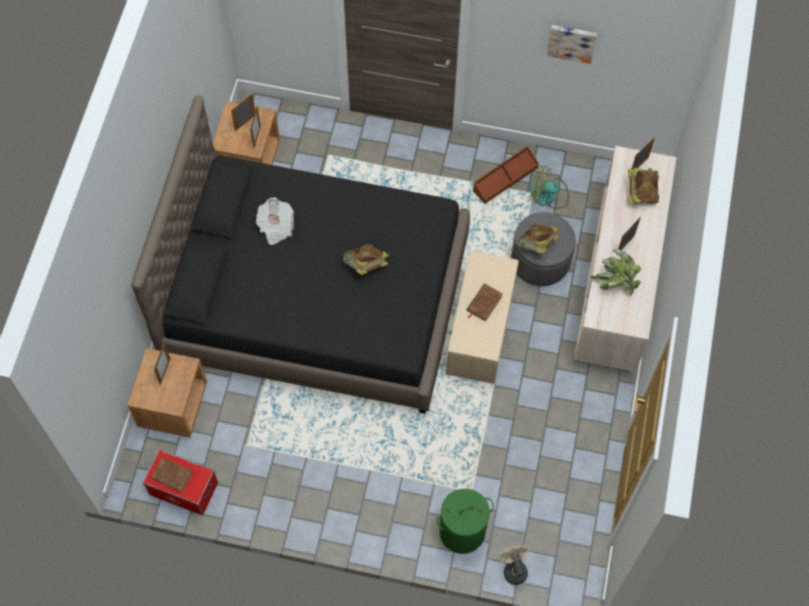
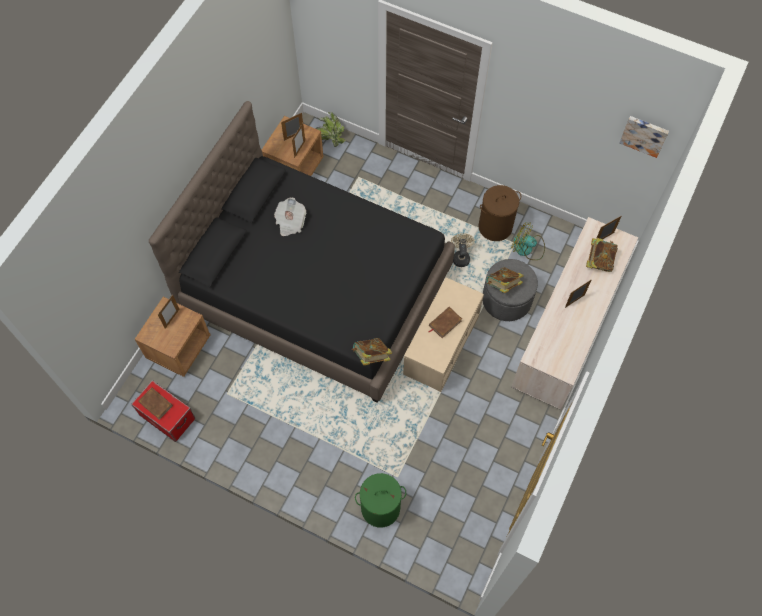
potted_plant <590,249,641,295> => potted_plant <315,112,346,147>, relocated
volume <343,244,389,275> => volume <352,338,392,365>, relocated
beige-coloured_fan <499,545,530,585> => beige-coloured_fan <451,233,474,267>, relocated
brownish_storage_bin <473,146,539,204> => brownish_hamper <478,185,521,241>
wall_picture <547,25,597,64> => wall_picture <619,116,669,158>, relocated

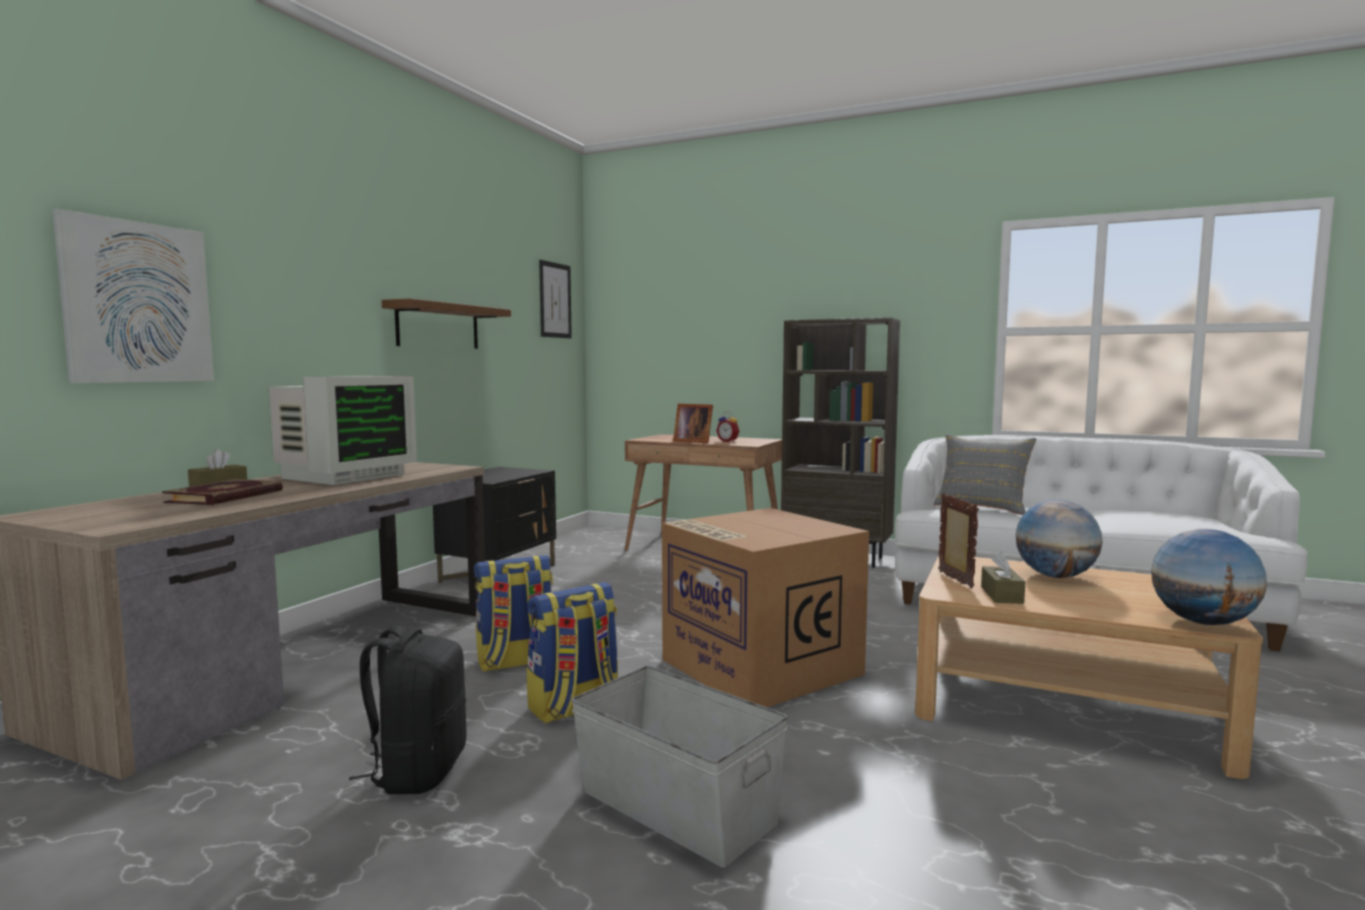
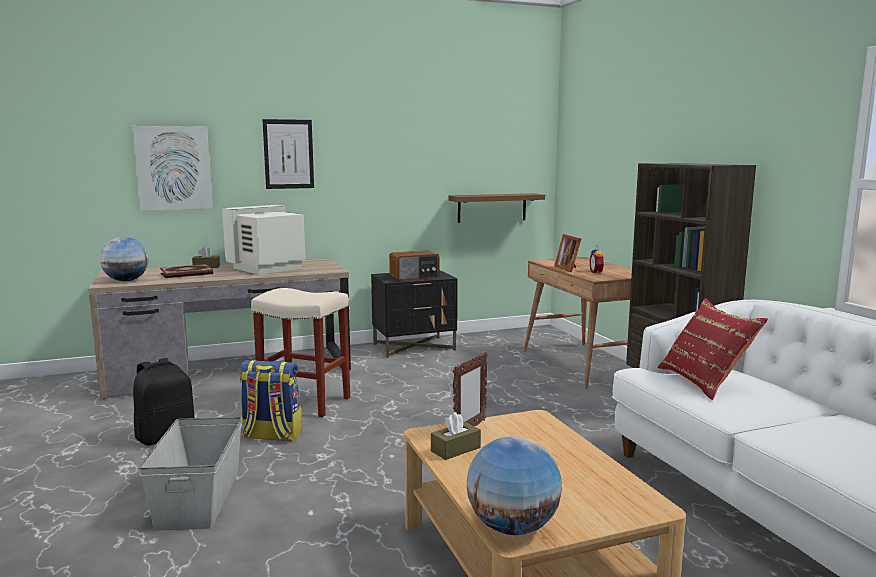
globe <1016,500,1103,578> => globe <100,237,149,281>, relocated
computer_screen <269,376,417,485> => computer_screen <222,205,306,275>, 150 degrees clockwise
backpack <474,555,553,672> => beige-coloured_stool <251,288,350,417>
wall_picture <539,260,572,338> => wall_picture <262,119,314,189>, relocated
nothing => radio_set <389,250,439,281>
brownish_wall_shelf <382,298,511,349> => brownish_wall_shelf <448,193,545,223>, relocated
greyish_pillow <934,434,1036,515> => red_pillow <658,298,768,400>
packing_box <662,508,869,707> => nothing

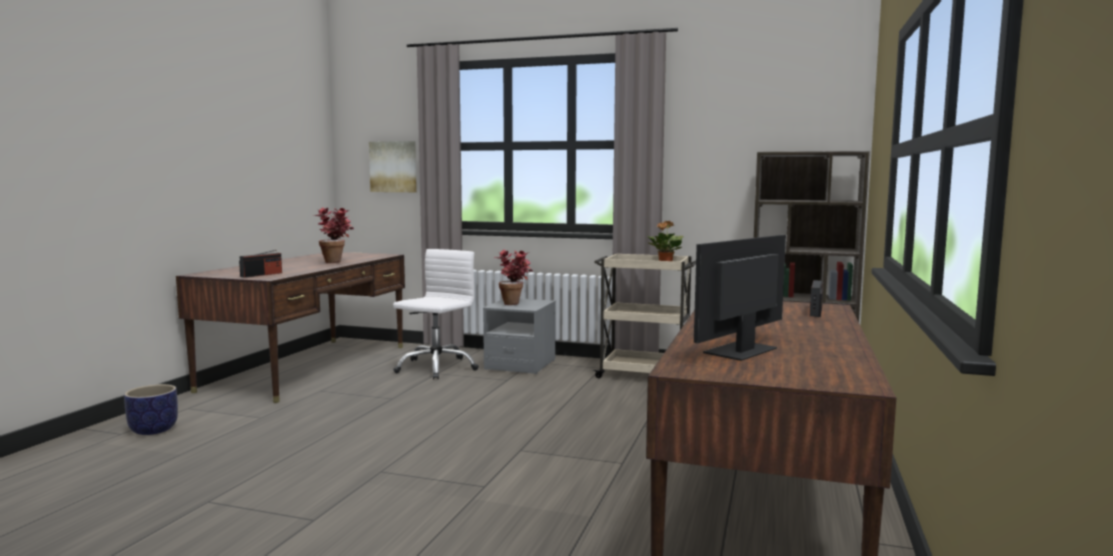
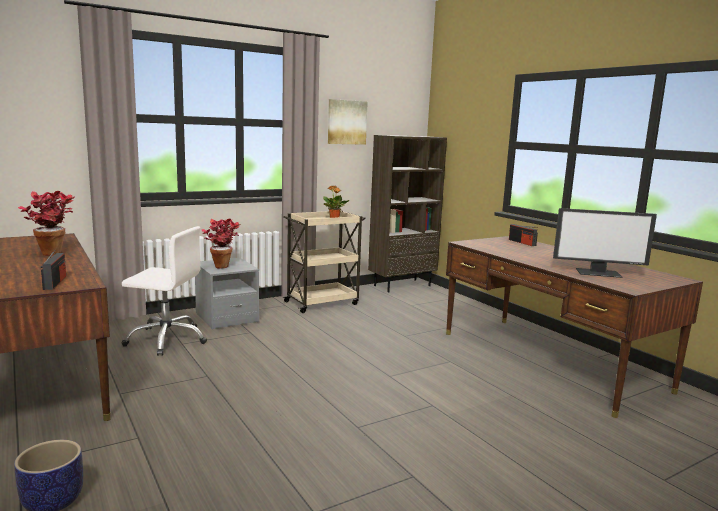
whitish_computer_chair <393,249,479,379> => whitish_computer_chair <121,226,207,356>, 120 degrees clockwise
wall_picture <369,141,417,192> => wall_picture <328,99,368,145>, relocated
computer_screen <694,235,786,361> => computer_screen <553,208,657,278>, 75 degrees counterclockwise

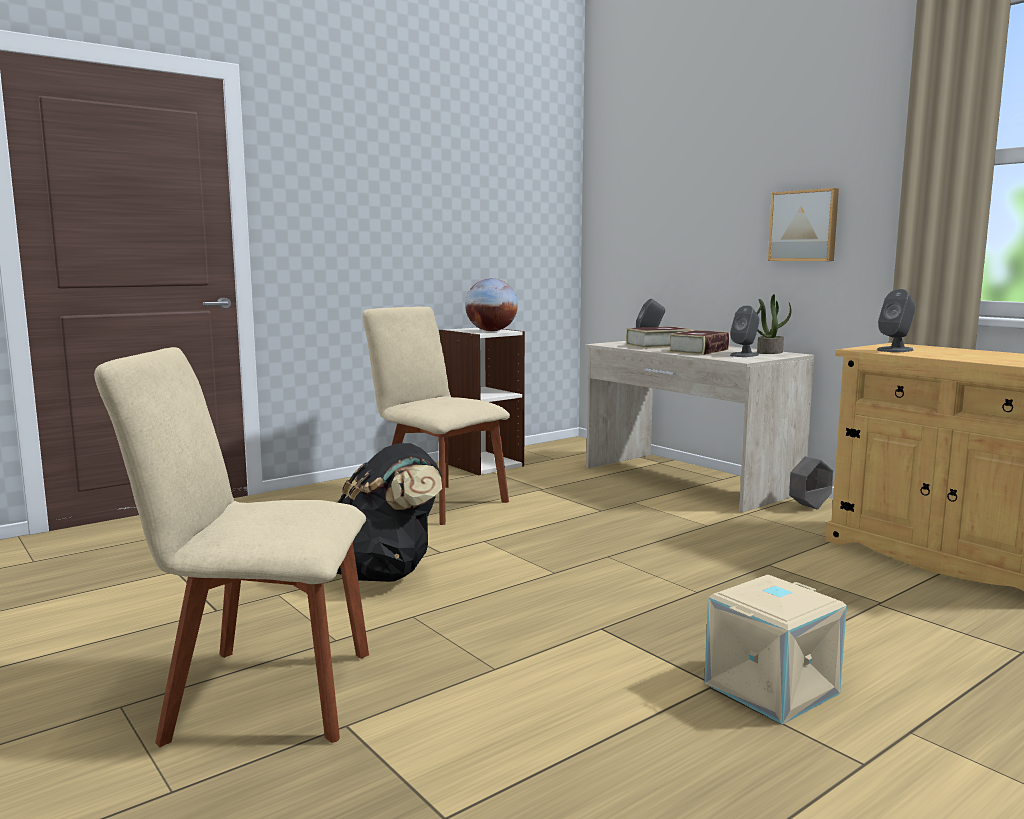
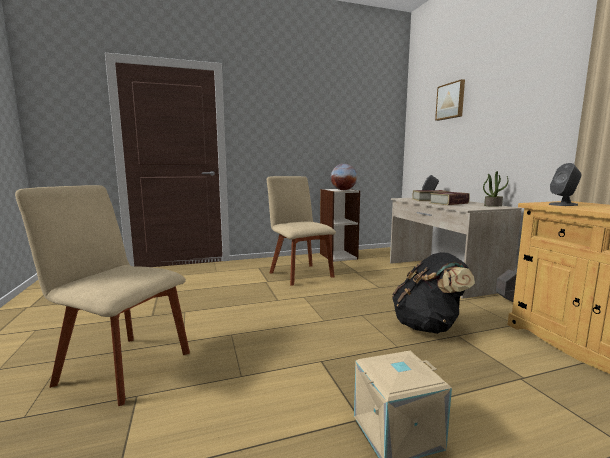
black_backpack <337,443,442,582> => black_backpack <392,252,475,334>, relocated
wall_picture <768,188,839,261> => wall_picture <435,79,465,121>, relocated
greyish_speaker <730,305,759,357> => nothing

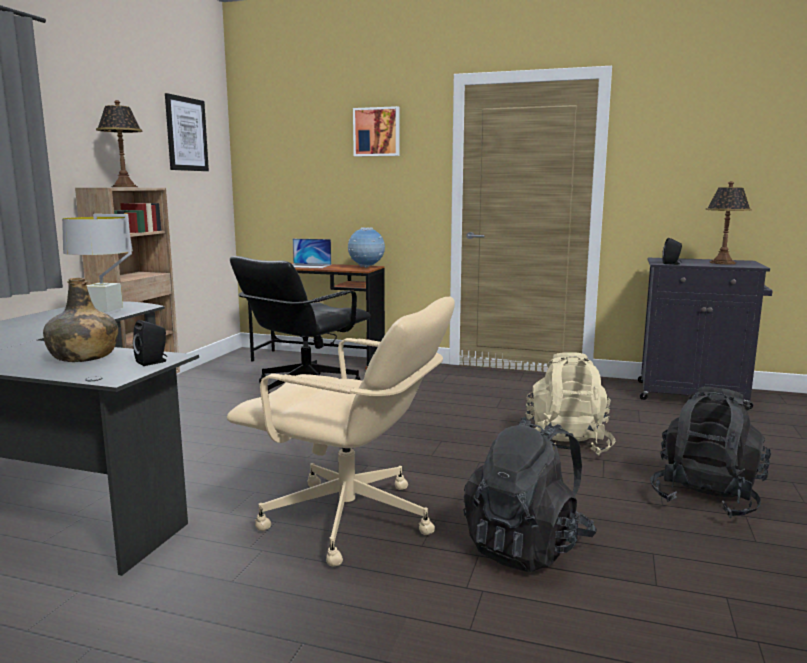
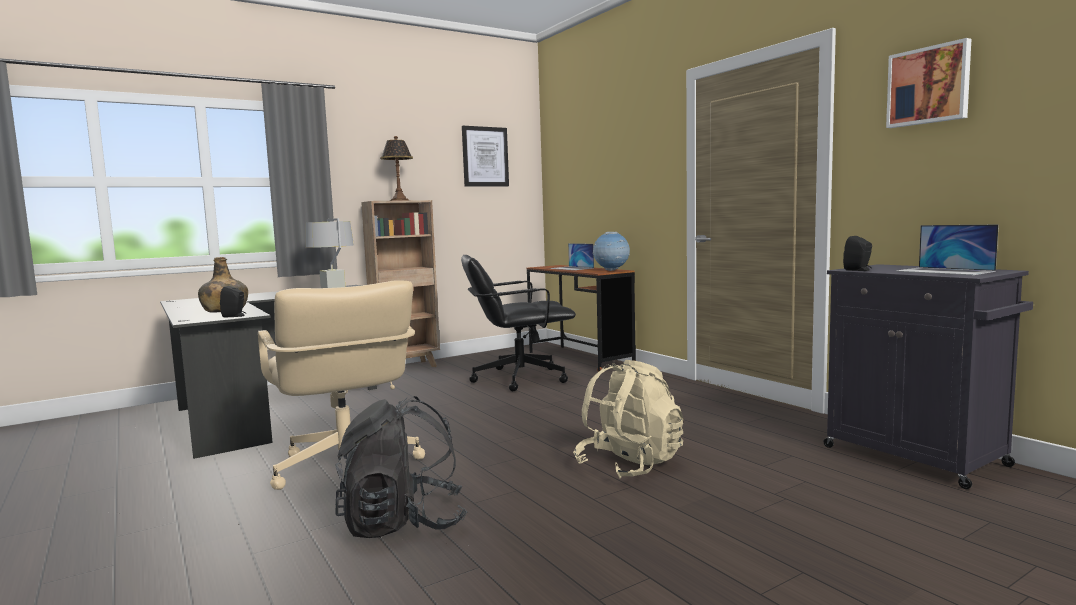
wall_picture <353,106,400,157> => wall_picture <886,38,971,128>, relocated
table_lamp <706,181,752,264> => laptop <895,225,999,275>
black_backpack <650,386,771,518> => nothing

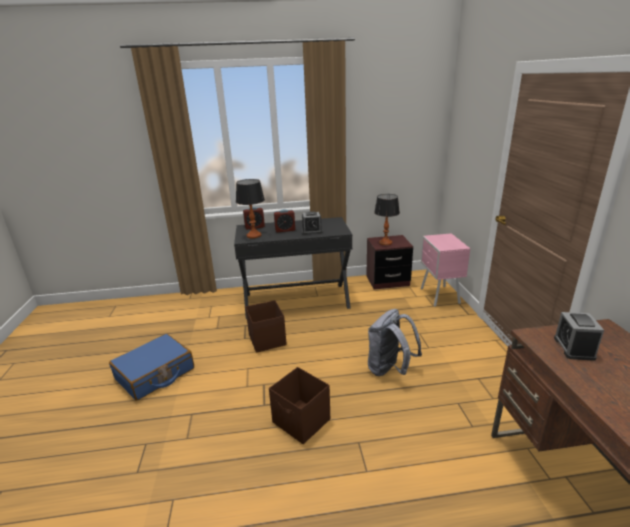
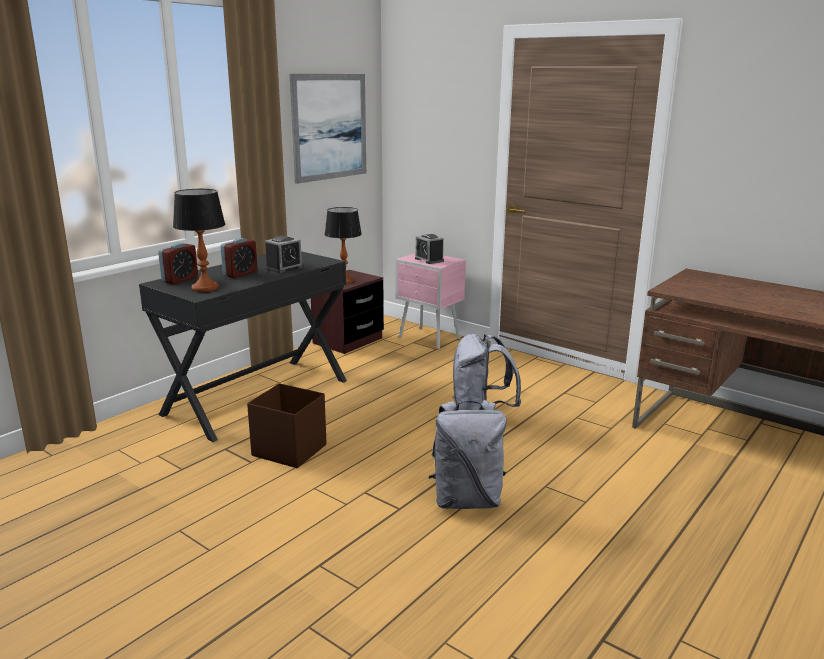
nothing => wall_picture <290,74,366,184>
alarm_clock <554,312,604,361> => alarm_clock <415,234,444,264>, relocated
brownish_storage_bin <269,367,330,444> => greyish_backpack <429,400,506,509>
blue_suitcase <109,334,194,401> => nothing

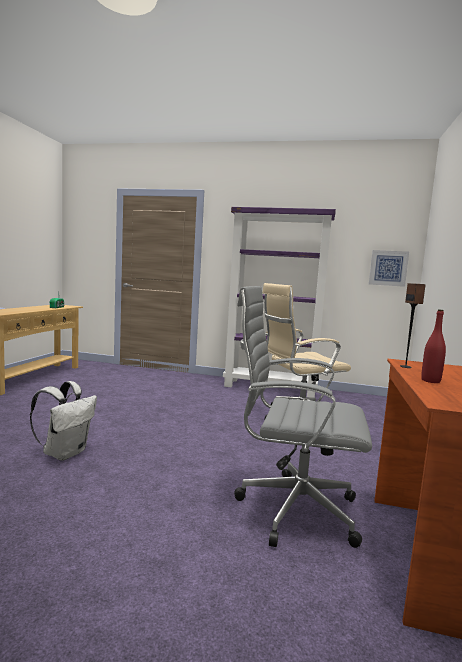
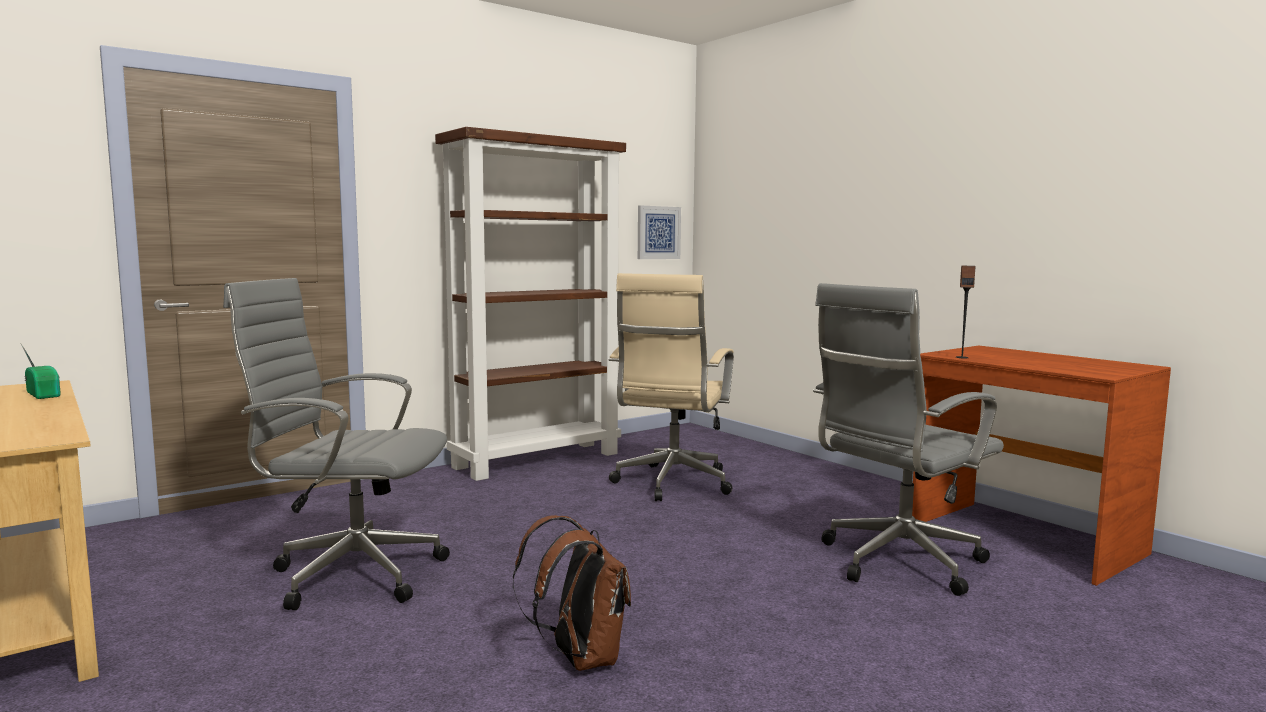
nothing => greyish_computer_chair <223,278,450,610>
purplish_bookcase <223,207,336,398> => brownish_bookcase <435,127,626,481>
whitish_backpack <30,381,97,461> => brownish_backpack <513,515,631,671>
red_beverage_bottle <421,309,446,383> => nothing

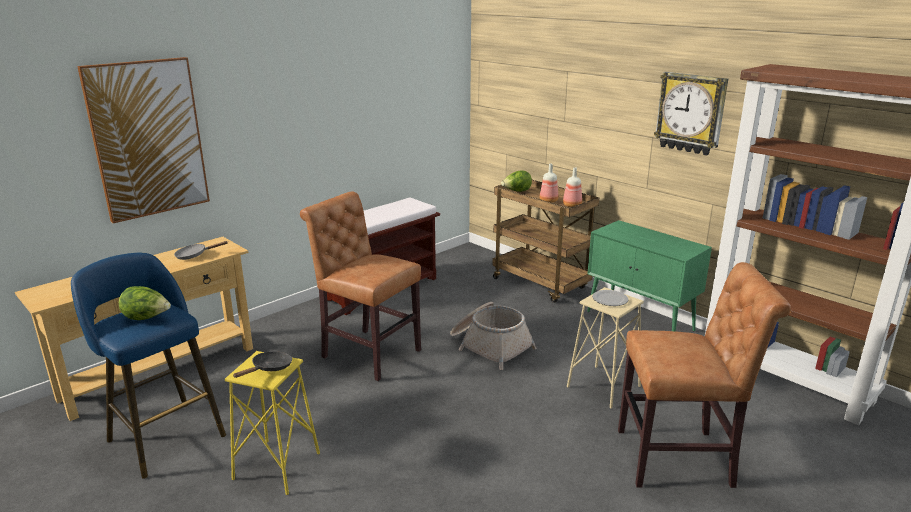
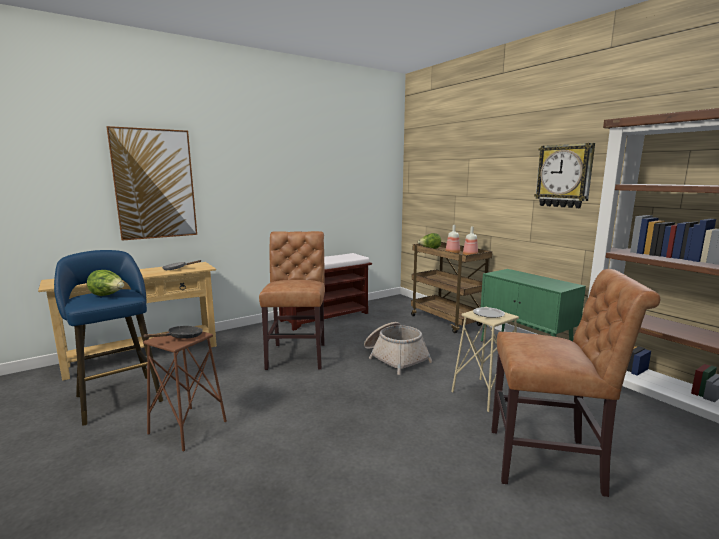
yellow-coloured_stool <225,351,320,495> => brownish_stool <143,332,227,452>
brownish_chair <300,191,421,381> => brownish_chair <259,231,325,370>, 45 degrees clockwise

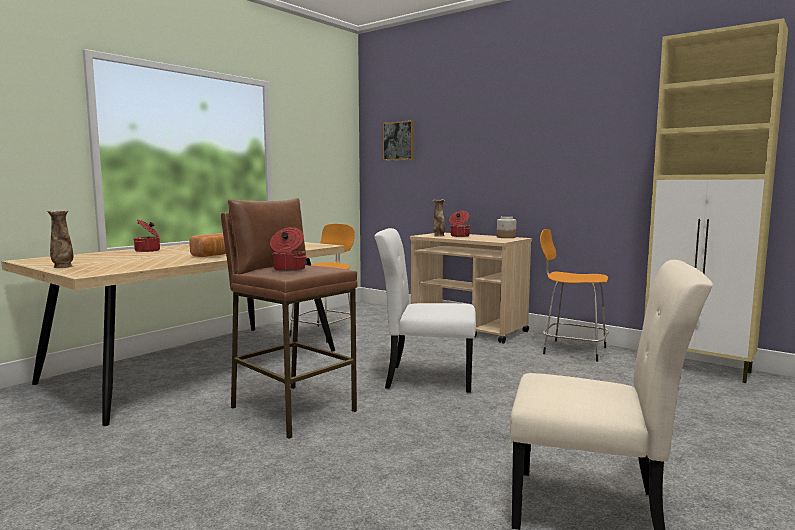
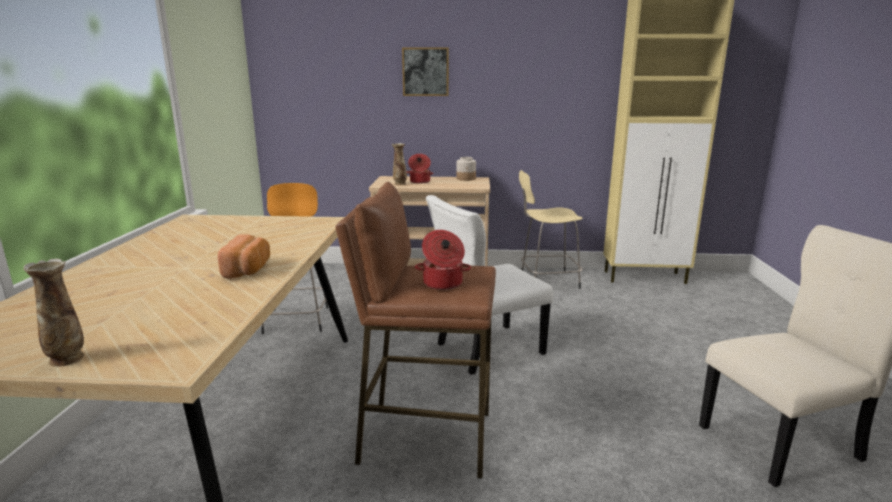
wall_picture <383,120,414,161> => wall_picture <402,47,449,96>, relocated
orangey_stool <540,229,609,362> => beige-coloured_stool <519,170,583,289>
saucepot <134,219,160,252> => nothing

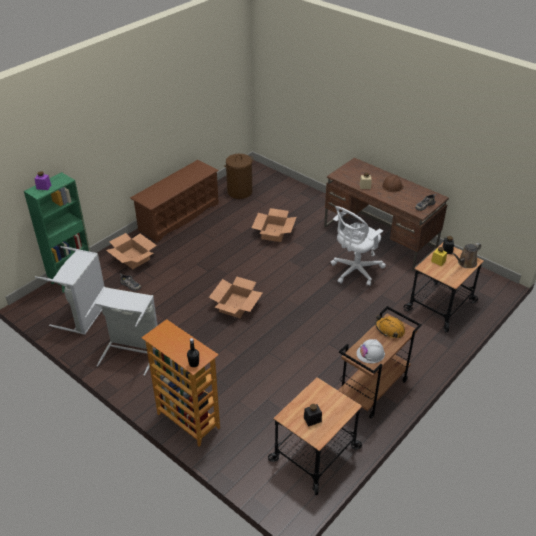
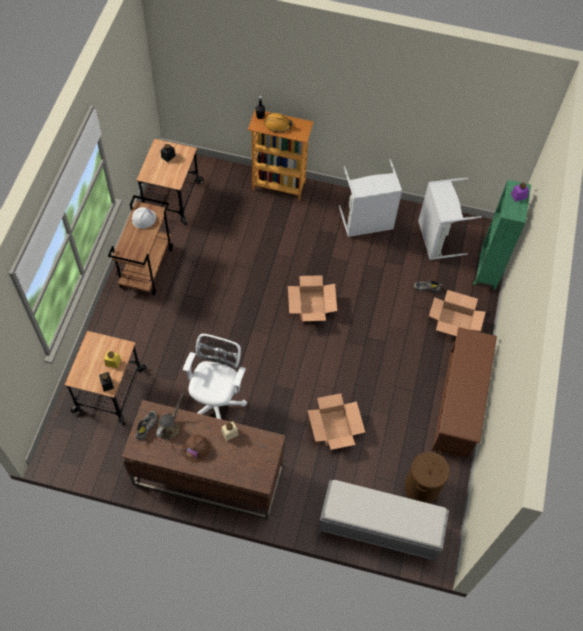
brownish_sprinkling_can <452,243,481,268> => brownish_sprinkling_can <156,393,184,440>, relocated
orangey_safety_helmet <376,315,405,338> => orangey_safety_helmet <264,113,293,132>, relocated
nothing => greyish_bench <318,480,449,563>

